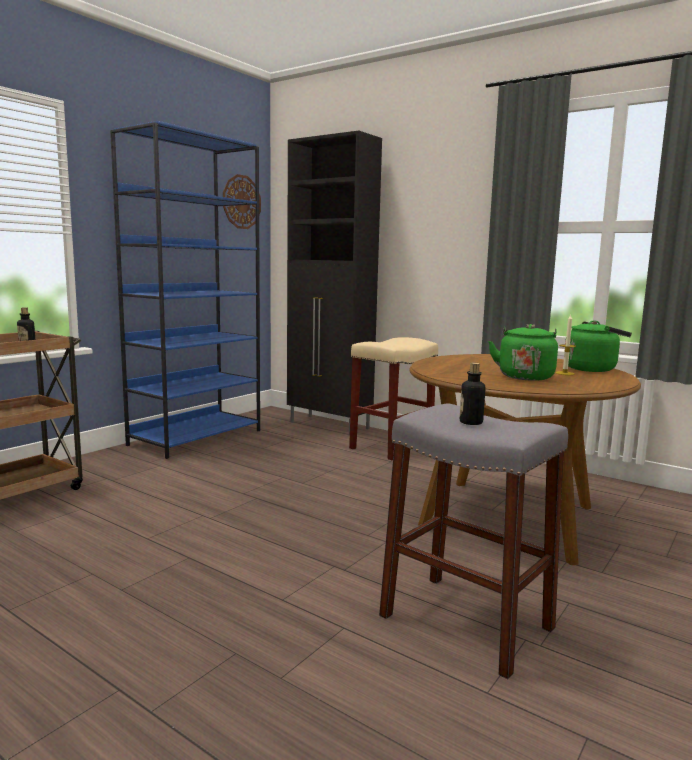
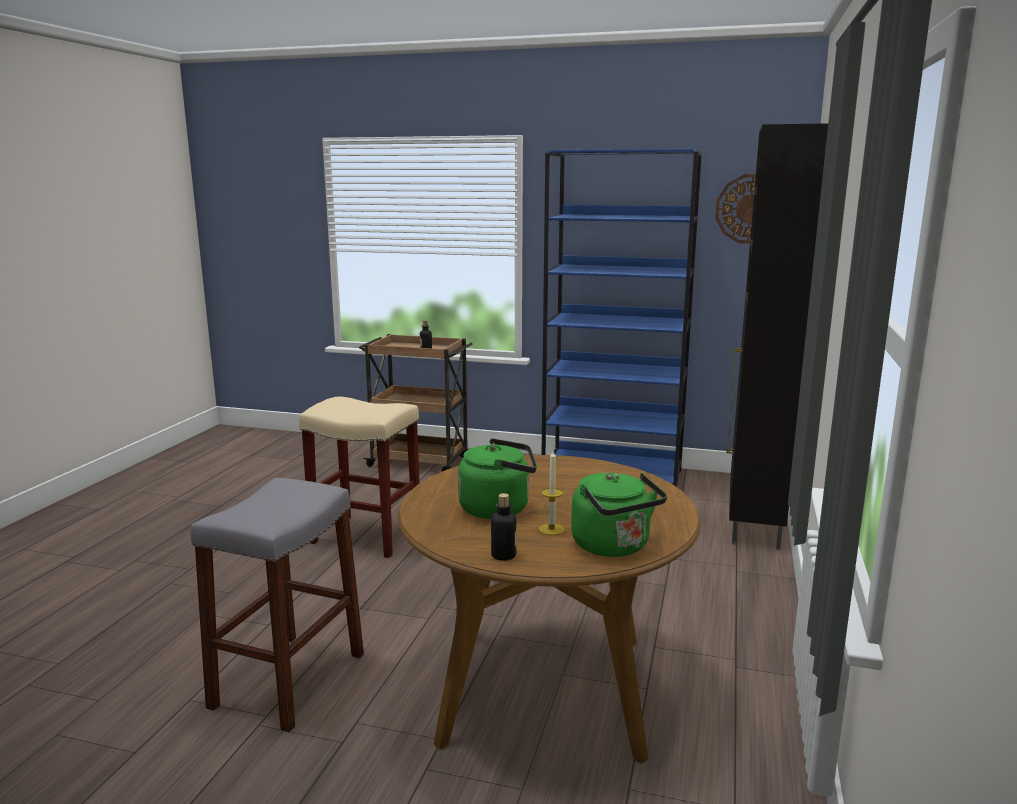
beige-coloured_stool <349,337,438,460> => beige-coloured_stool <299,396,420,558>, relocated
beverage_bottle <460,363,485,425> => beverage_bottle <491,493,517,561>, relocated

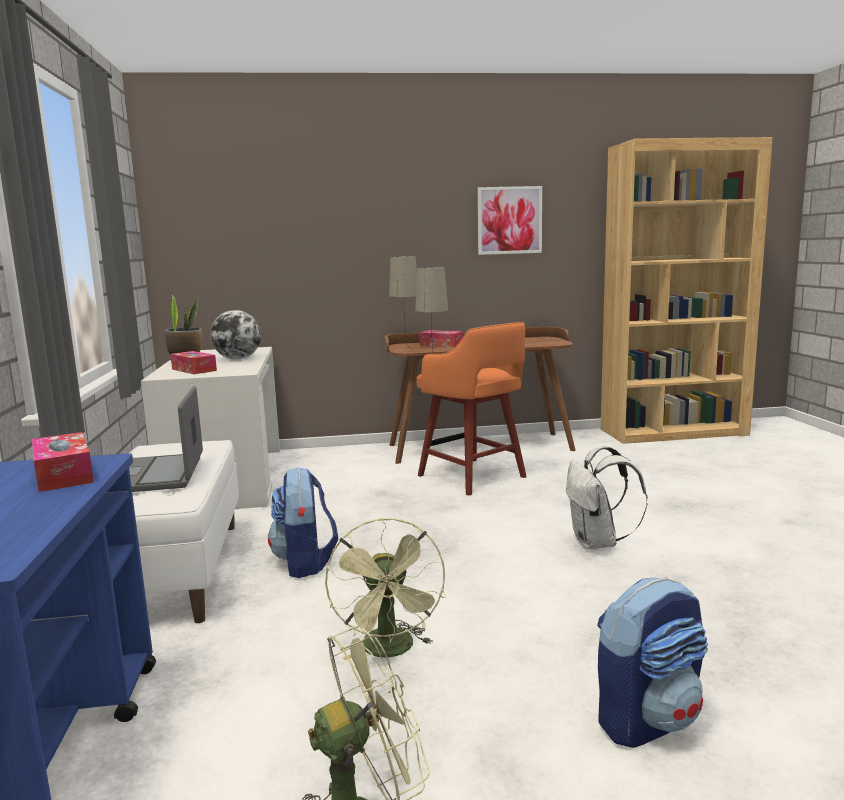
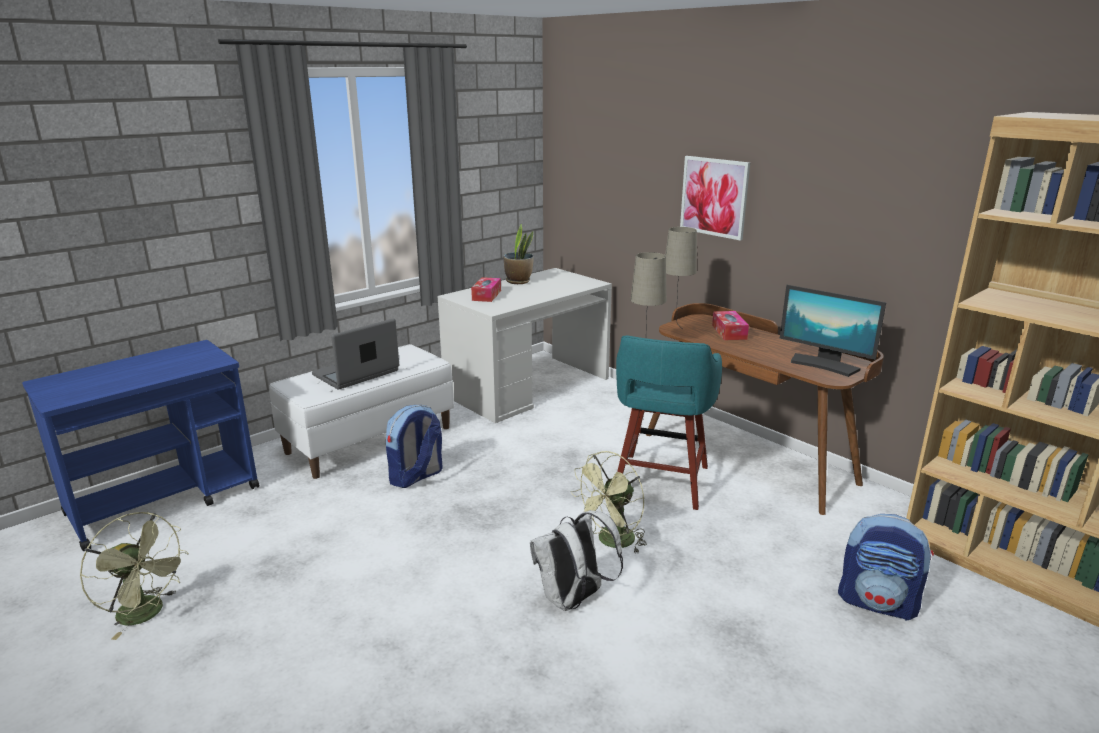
green_fan <325,517,445,660> => green_fan <571,451,647,554>, relocated
orangey_stool <417,322,527,496> => turquoise-coloured_stool <616,335,722,510>
wall_picture <477,186,542,255> => wall_picture <680,156,750,241>, relocated
nothing => computer_screen <780,285,886,377>
backpack <597,577,708,748> => backpack <838,514,934,620>, relocated
tissue_box <32,432,94,492> => nothing
globe <210,310,261,360> => nothing

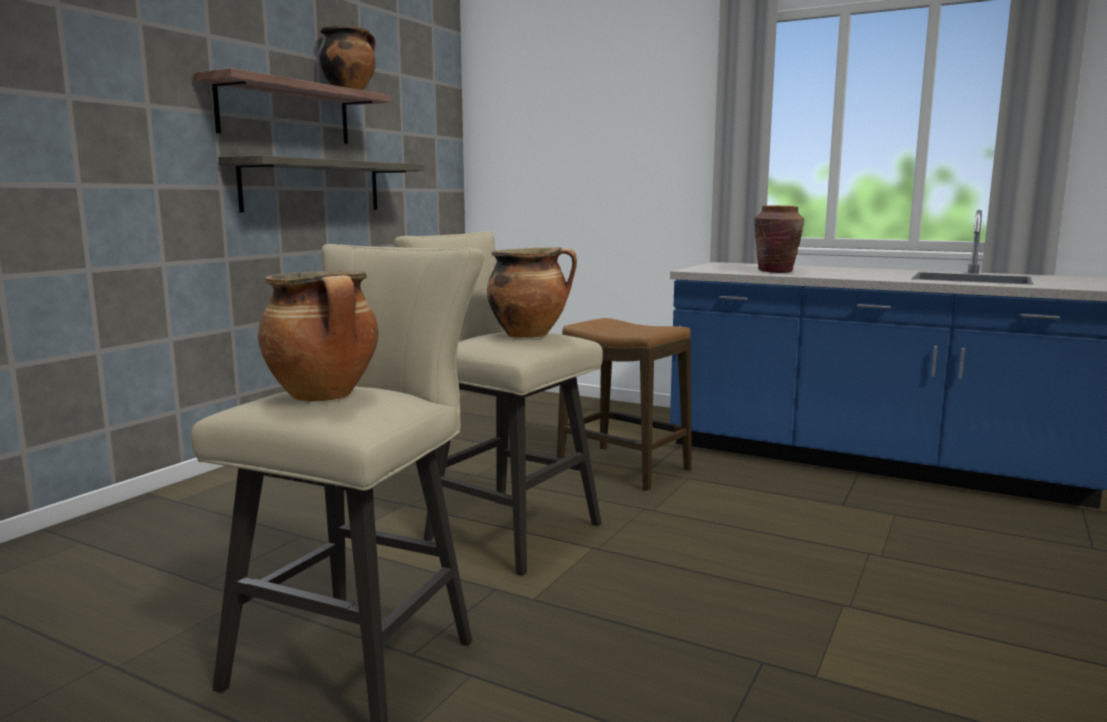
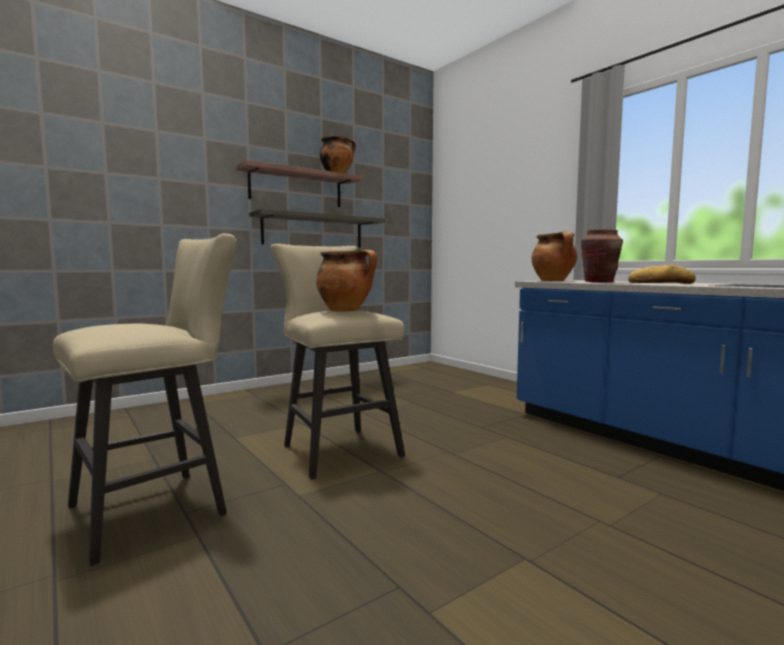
saucepot <258,271,378,401> => saucepot <531,232,577,281>, relocated
nothing => baked_bread <628,265,696,284>
stool <557,318,692,491> => nothing

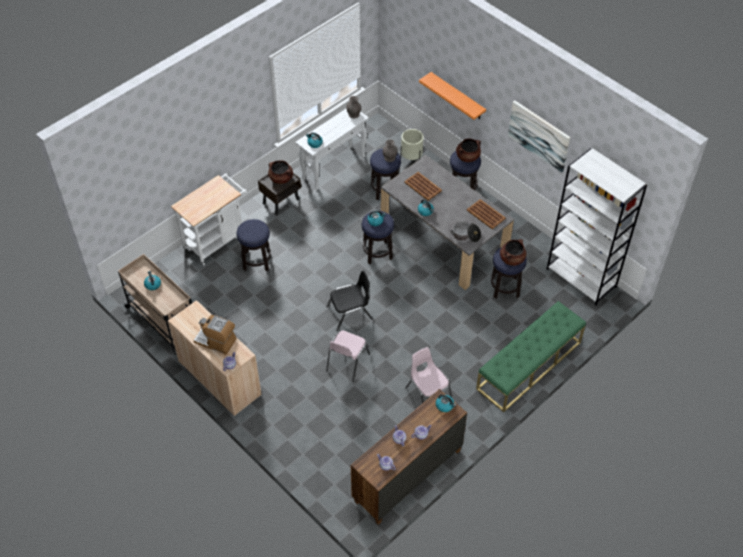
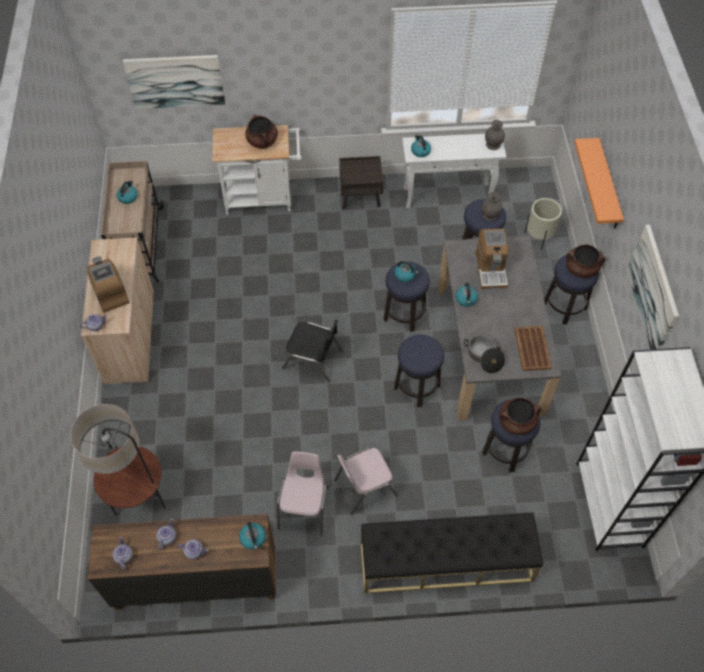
nothing => floor_lamp <70,404,166,516>
nothing => wall_picture <123,55,225,109>
brownish_saucepot <268,160,293,184> => brownish_saucepot <245,114,278,149>, relocated
pink_chair <326,330,370,382> => pink_chair <334,447,398,515>, relocated
green_bench <476,301,586,412> => black_bench <361,513,543,593>
stool <237,219,271,272> => stool <394,335,444,407>, relocated
brownish_carrying_tray <404,172,442,201> => coffee_machine <475,229,509,289>

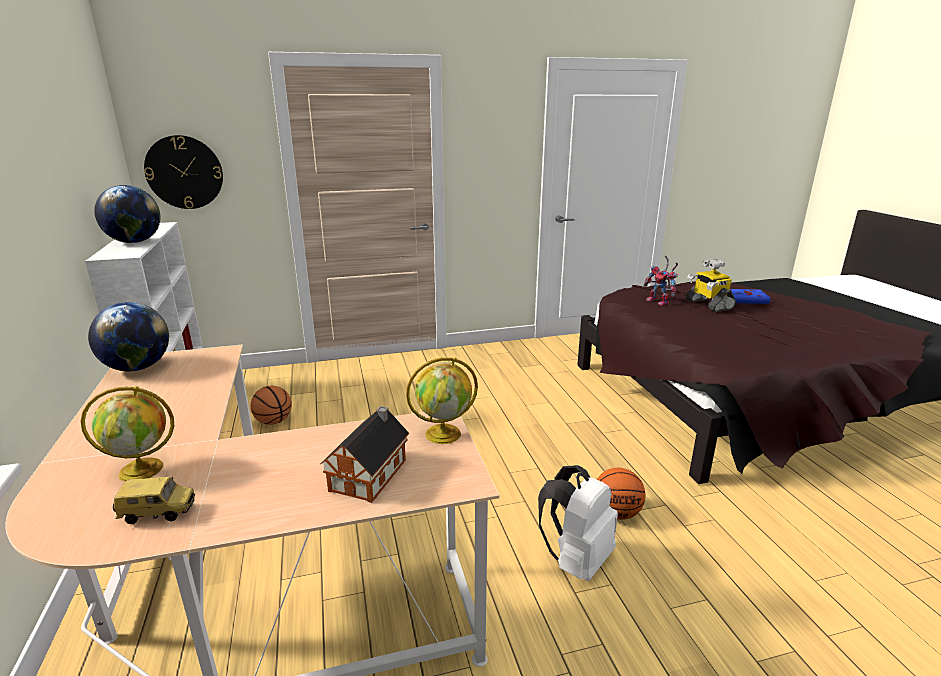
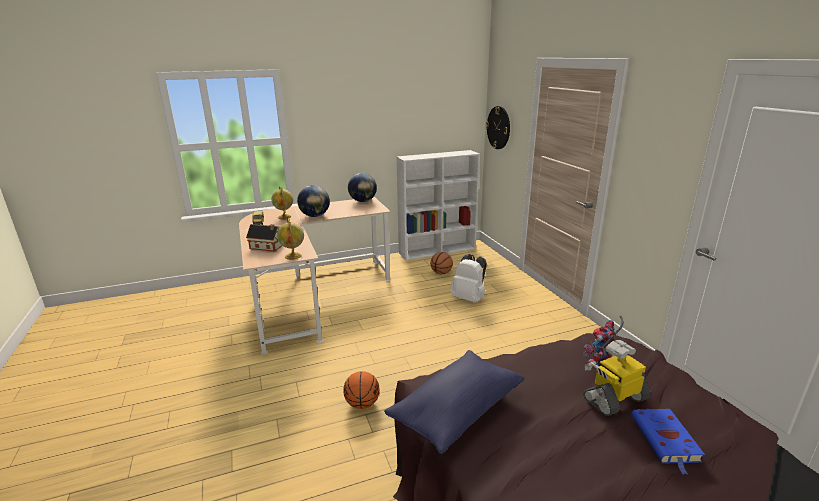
globe <94,185,161,243> => globe <297,185,330,217>, relocated
nothing => blue_pillow <384,350,524,454>
whitish_backpack <538,465,618,581> => whitish_backpack <451,254,487,303>, relocated

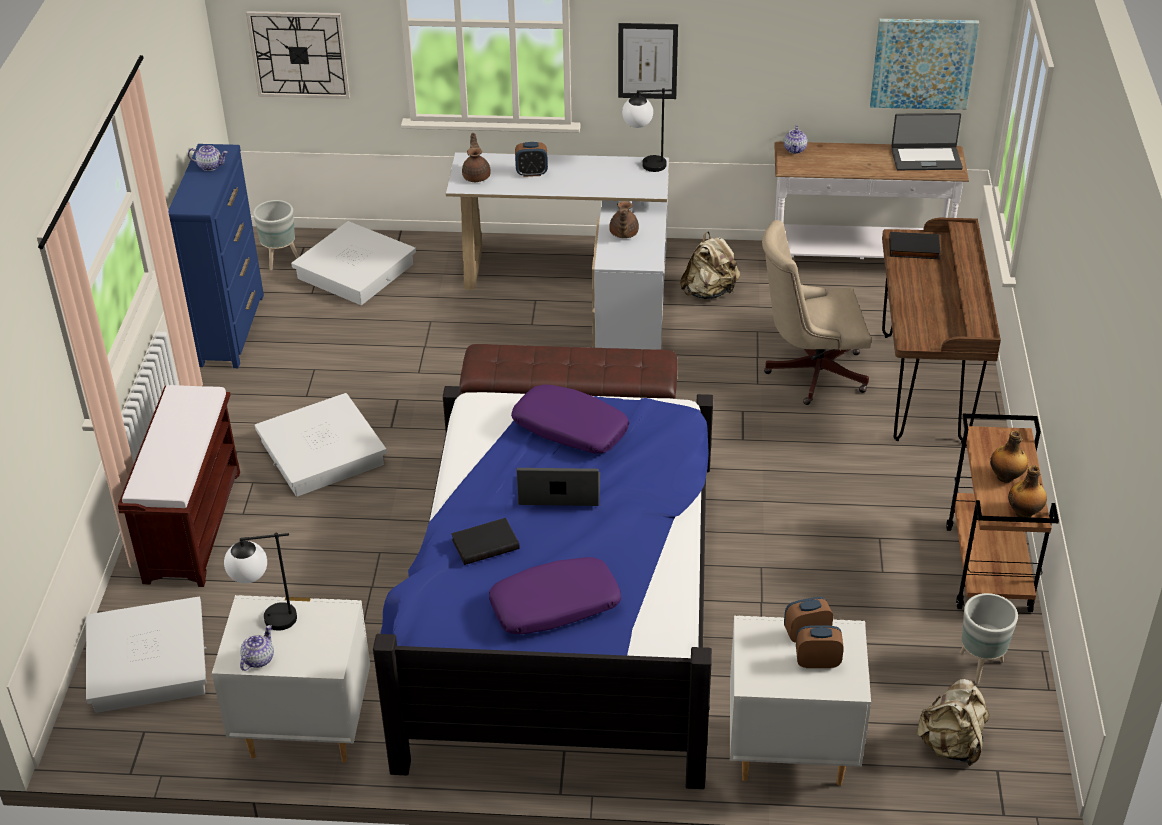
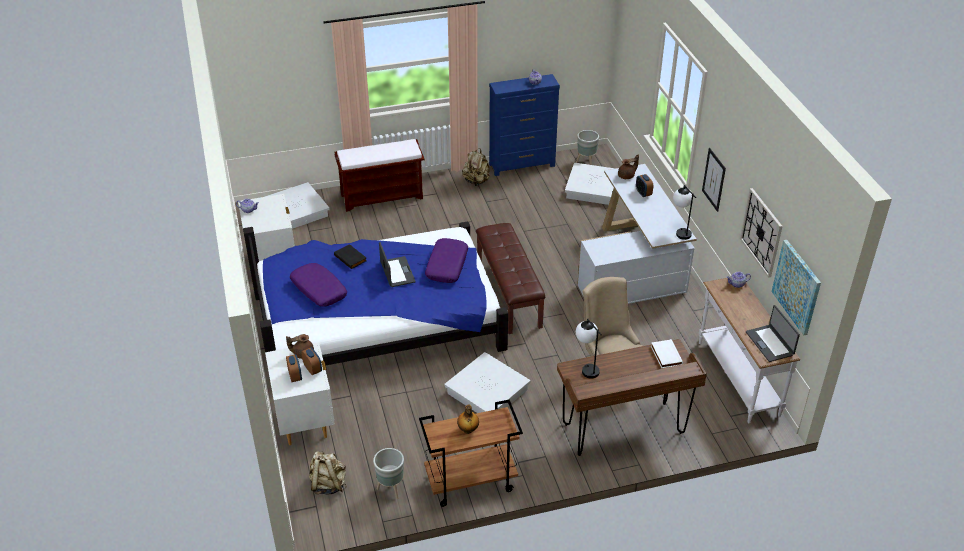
brownish_teapot <609,201,639,238> => brownish_teapot <286,334,314,359>, relocated
whitish_storage_bin <255,393,387,497> => whitish_storage_bin <444,352,531,413>, relocated
beige-coloured_backpack <680,231,740,299> => beige-coloured_backpack <462,149,490,186>, relocated
table_lamp <224,533,297,631> => table_lamp <576,319,602,378>, relocated
black_volume <889,232,941,259> => whitish_volume <651,339,683,368>
clock_on_the_wall <246,11,350,99> => clock_on_the_wall <740,188,782,278>, relocated
beverage_bottle <1008,465,1047,518> => nothing

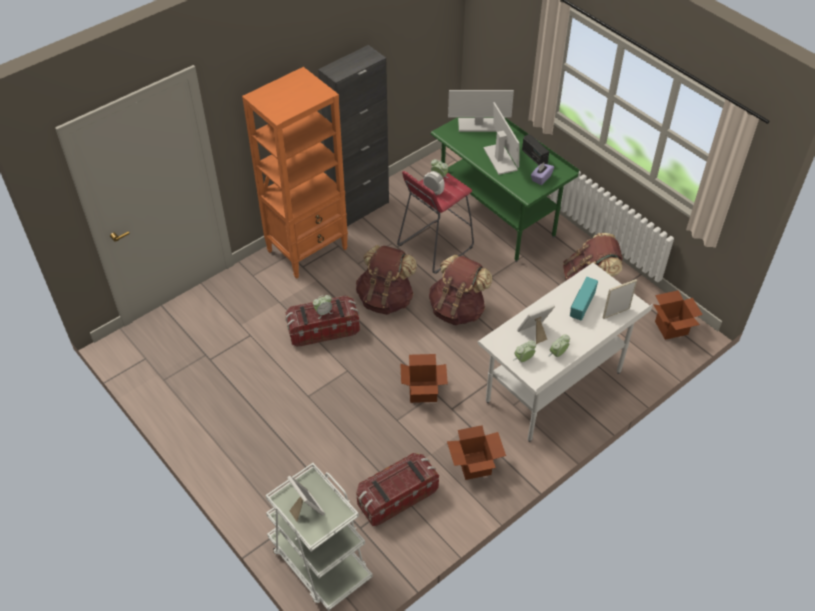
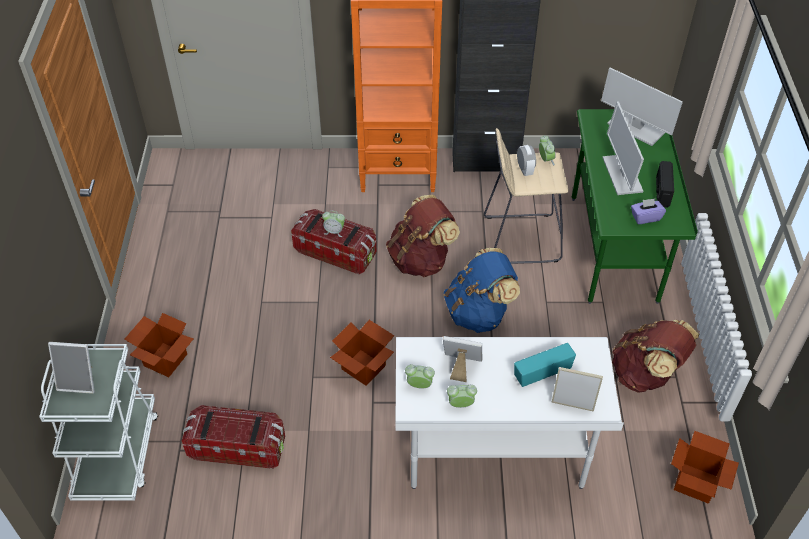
photo_frame <287,476,325,522> => photo_frame <48,342,95,394>, 90 degrees clockwise
packing_box <447,425,506,480> => packing_box <124,313,194,377>, relocated
brownish_backpack <429,254,492,325> => blue_backpack <444,248,520,333>
red_stool <397,171,474,274> => beige-coloured_stool <484,128,569,264>
computer_screen <484,102,520,175> => computer_screen <603,102,644,195>, 150 degrees clockwise

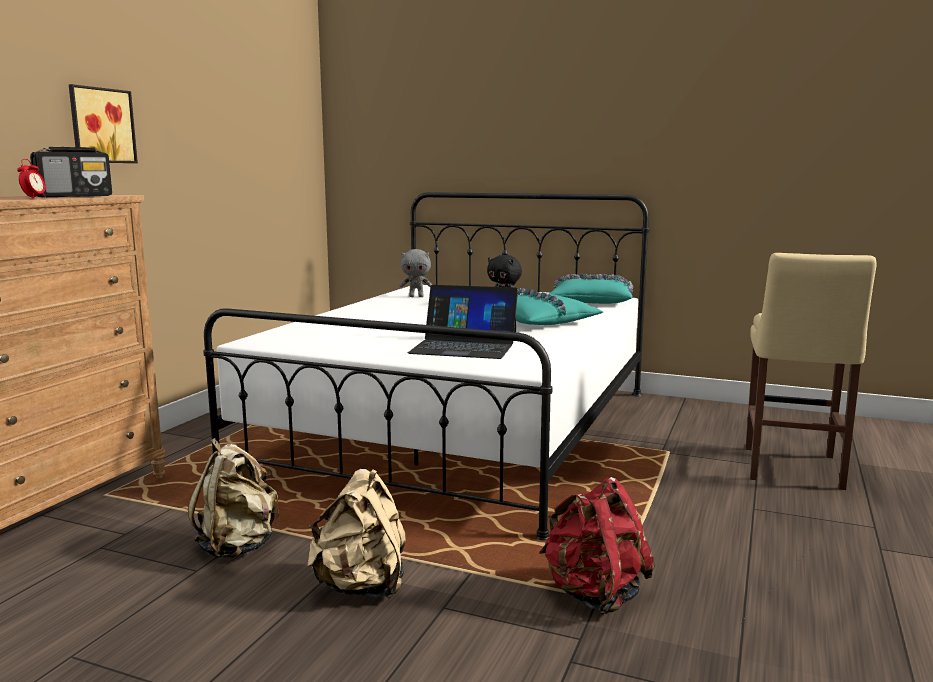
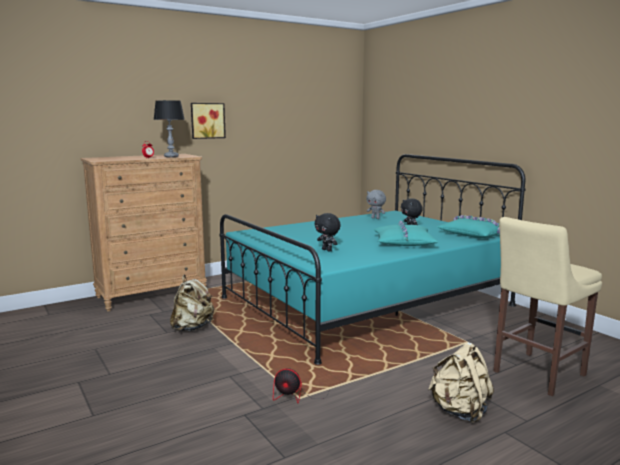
radio_set <30,147,112,197> => table_lamp <153,100,185,157>
whitish_bedroom_bed <203,192,649,540> => turquoise-coloured_bedroom_bed <219,154,526,365>
red_backpack <539,477,655,615> => fan <273,368,330,403>
laptop <408,285,518,359> => black_soft_toy <315,213,341,252>
beige-coloured_backpack <308,469,406,599> => beige-coloured_backpack <428,342,494,423>, relocated

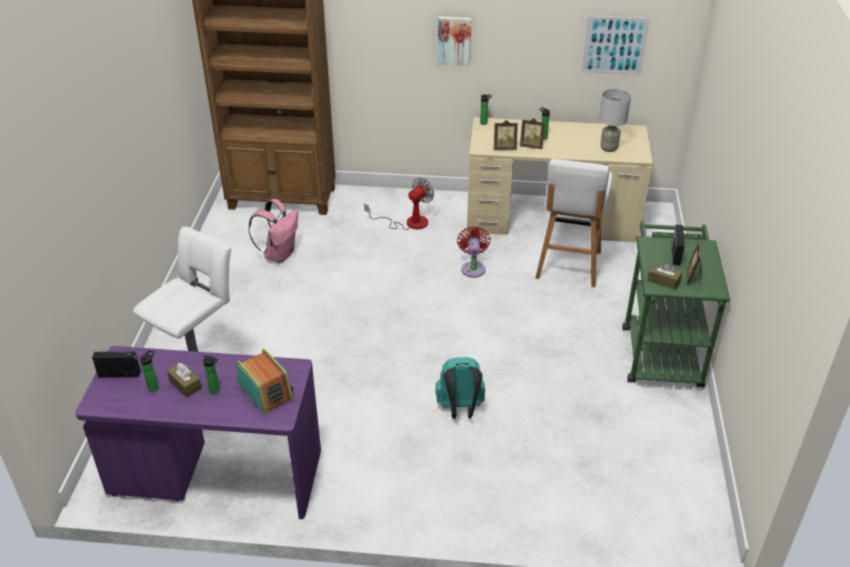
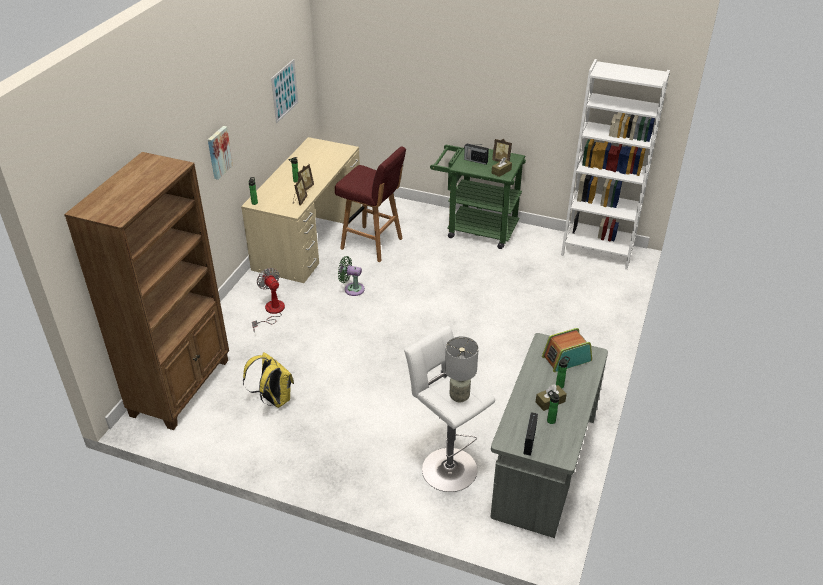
pink_backpack <248,199,298,263> => yellow-coloured_backpack <243,352,294,408>
whitish_stool <535,159,612,288> => red_stool <335,147,406,262>
red_fan <457,226,491,278> => green_fan <338,256,365,296>
greyish_table_lamp <599,89,631,152> => greyish_table_lamp <445,336,479,402>, relocated
purplish_desk <75,346,321,519> => greyish_desk <491,333,608,538>
nothing => whitish_bookcase <561,59,670,270>
turquoise-coloured_backpack <436,357,485,419> => nothing

